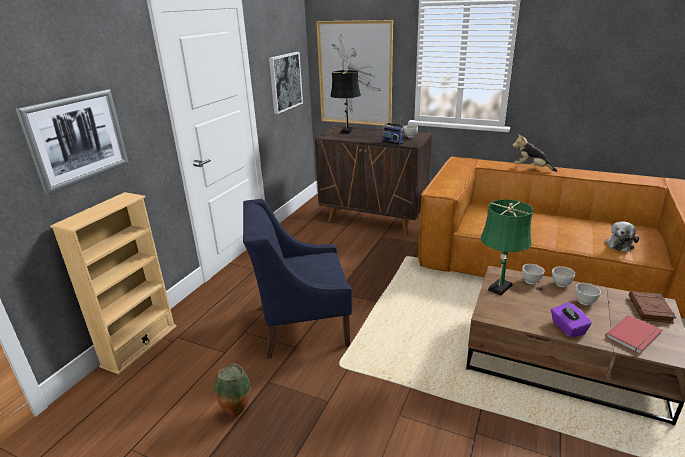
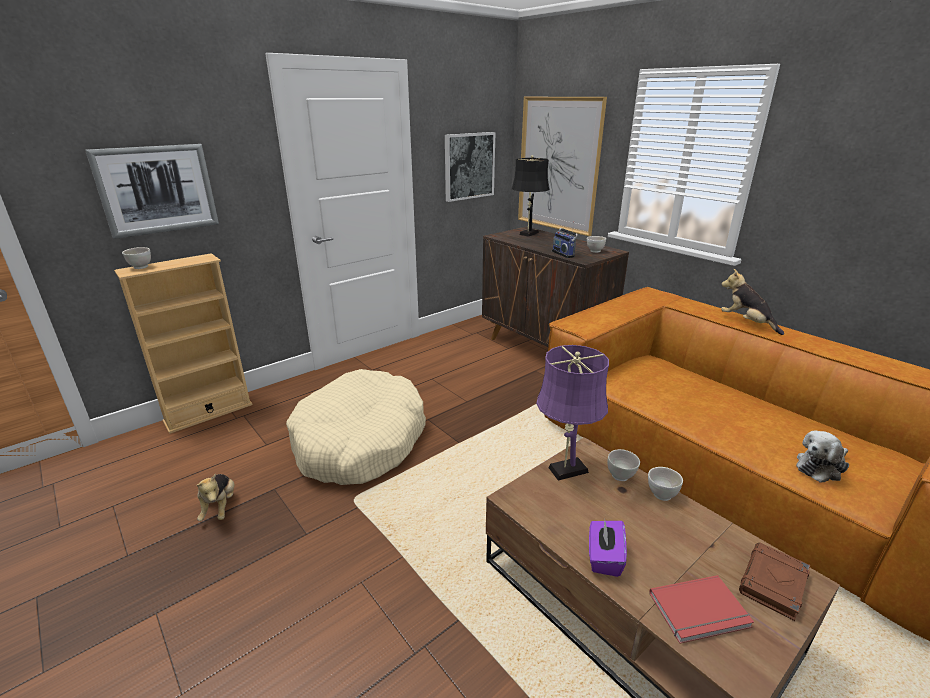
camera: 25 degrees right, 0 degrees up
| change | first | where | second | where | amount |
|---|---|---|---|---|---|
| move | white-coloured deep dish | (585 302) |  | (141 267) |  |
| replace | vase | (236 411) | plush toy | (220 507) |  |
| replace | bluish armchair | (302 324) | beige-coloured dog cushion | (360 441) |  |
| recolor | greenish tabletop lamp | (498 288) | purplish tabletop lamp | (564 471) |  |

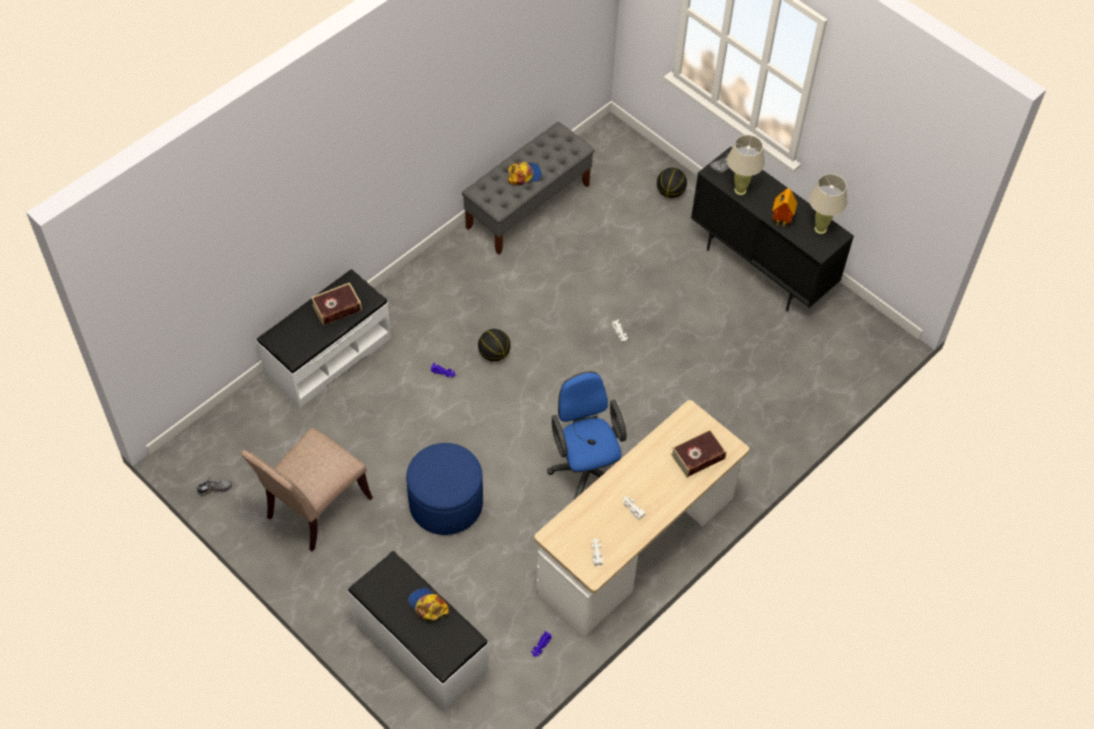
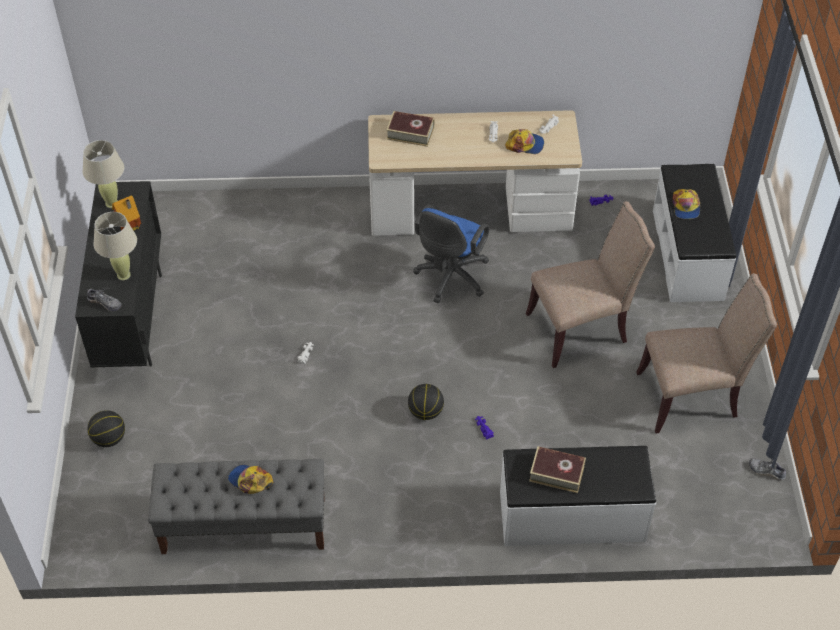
camera: 135 degrees left, 5 degrees down
| change | first | where | second | where | amount |
|---|---|---|---|---|---|
| insert |  |  | baseball cap | (525 144) |  |
| replace | bluish ottoman | (446 503) | beige-coloured plain chair | (581 328) |  |

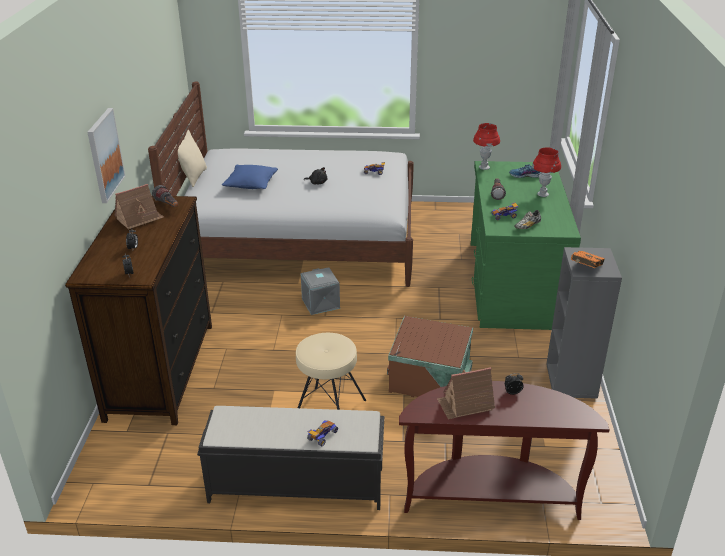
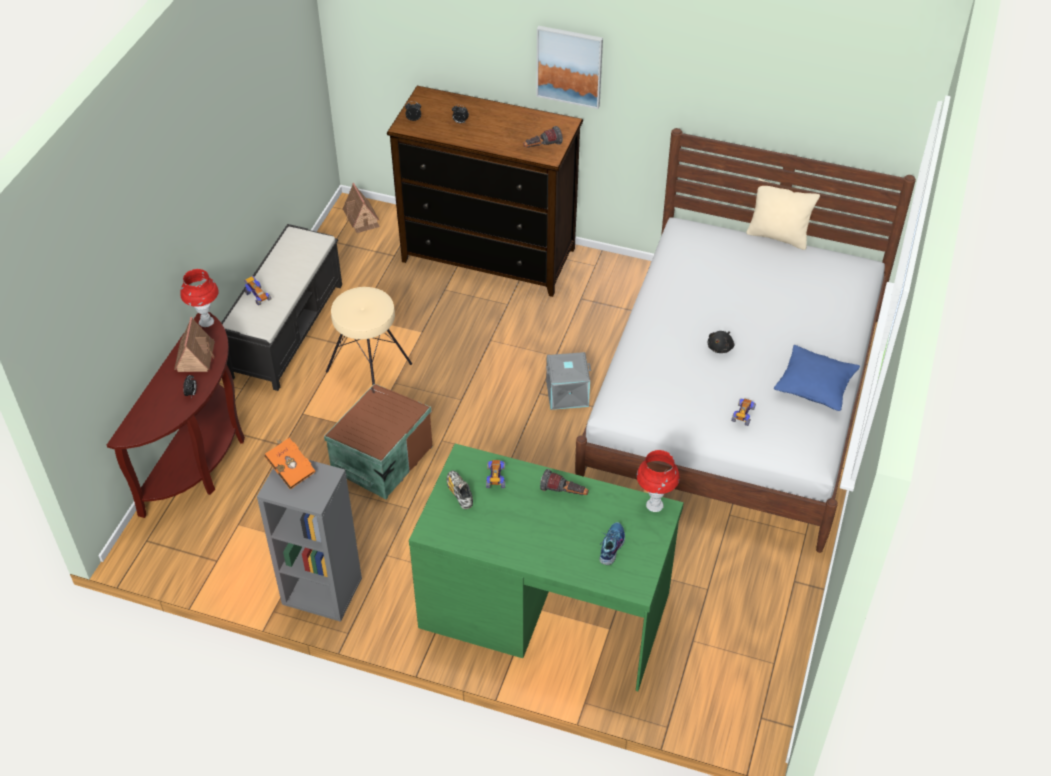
camera: 105 degrees right, 15 degrees up
| change | first | where | second | where | amount |
|---|---|---|---|---|---|
| move | miniature house | (139 219) |  | (362 218) |  |
| move | bluish throw pillow | (251 184) |  | (815 385) |  |
| move | red tabletop lamp | (542 194) |  | (206 322) |  |

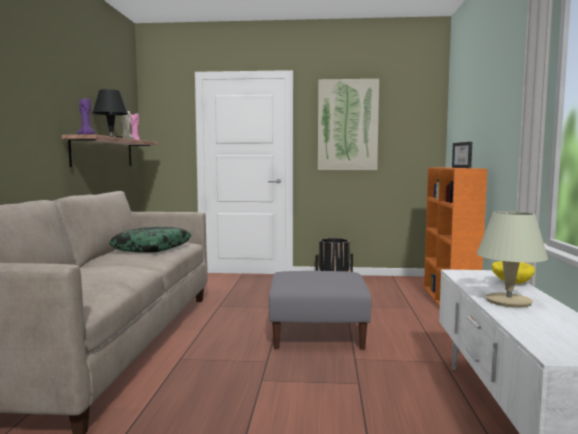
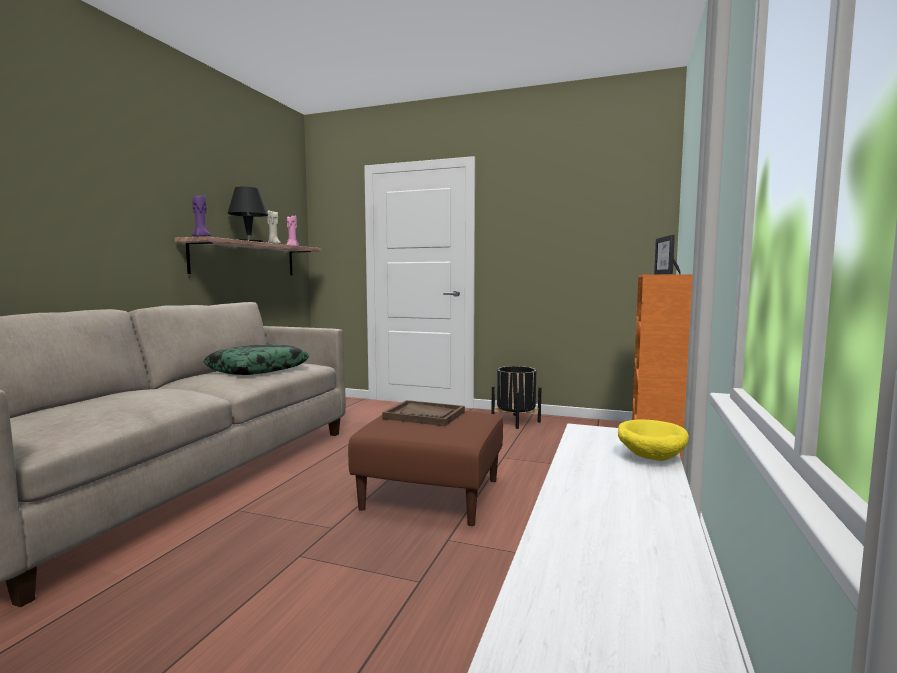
camera: 15 degrees right, 0 degrees up
| change | first | where | second | where | amount |
|---|---|---|---|---|---|
| delete | wall picture | (347 125) |  |  |  |
| delete | beige-coloured tabletop lamp | (509 301) |  |  |  |
| insert |  |  | brown-coloured carrying tray | (424 415) |  |
| recolor | grey ottoman | (318 333) | brown-coloured ottoman | (432 494) |  |

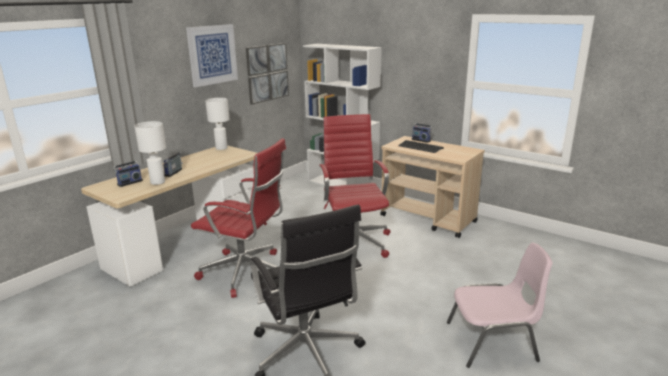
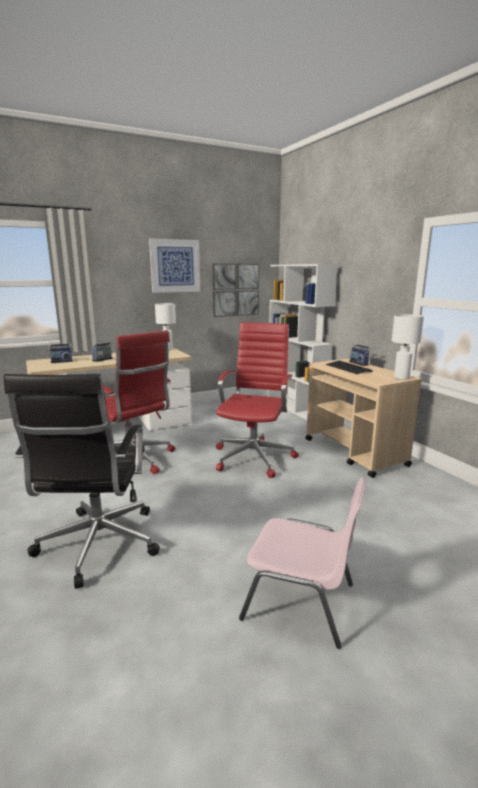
camera: 25 degrees right, 5 degrees down
| change | first | where | second | where | amount |
|---|---|---|---|---|---|
| move | white-coloured tabletop lamp | (157 182) |  | (401 378) |  |

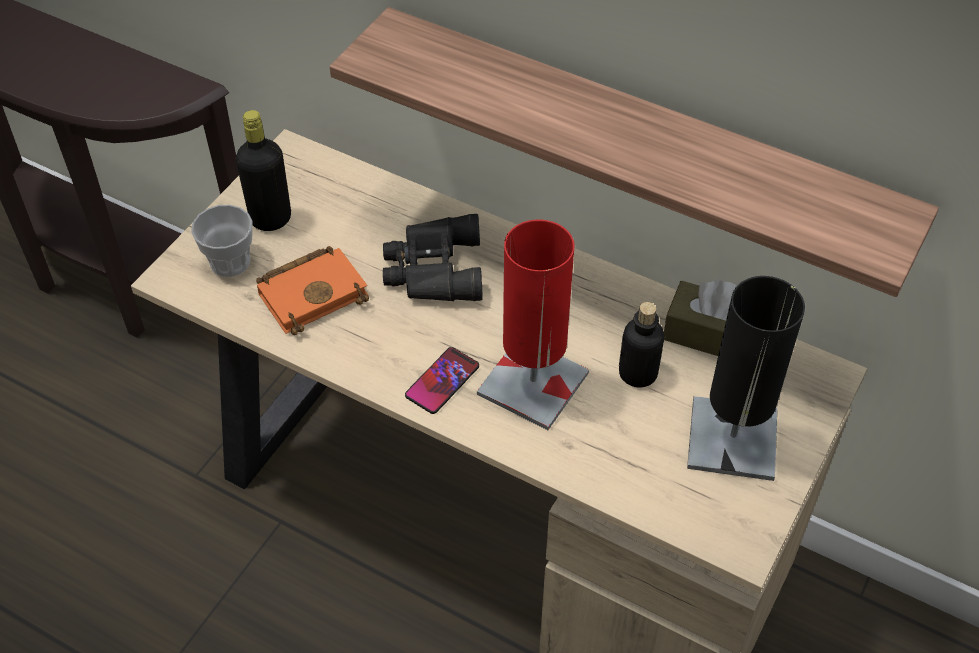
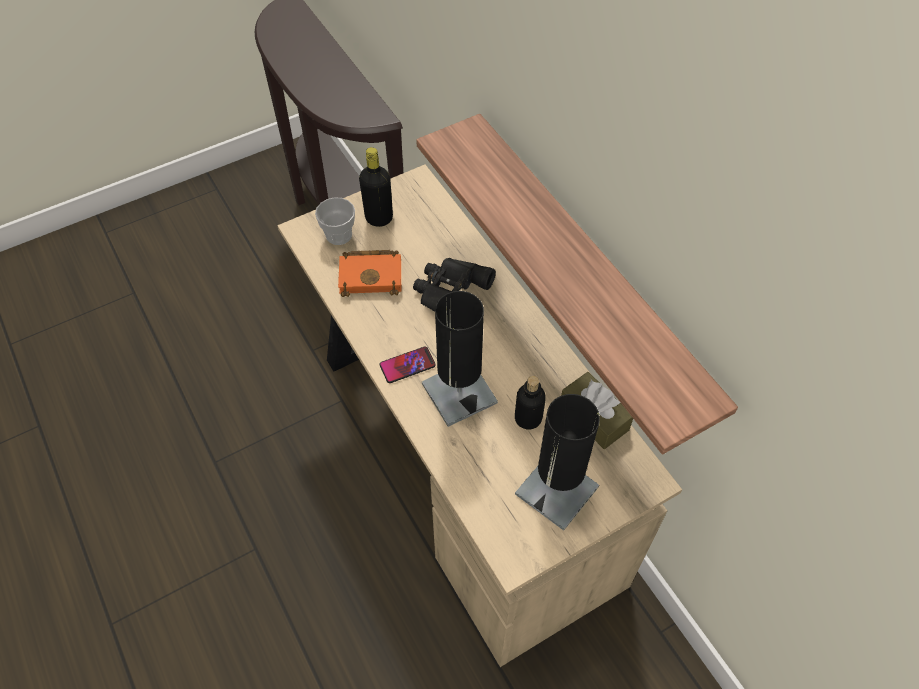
camera: 30 degrees right, 5 degrees up
| change | first | where | second | where | amount |
|---|---|---|---|---|---|
| recolor | red tabletop lamp | (533 383) | black tabletop lamp | (459 393) |  |

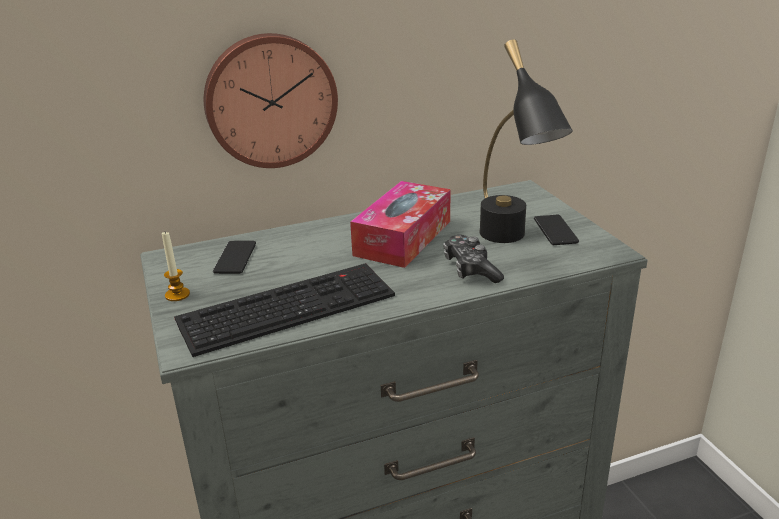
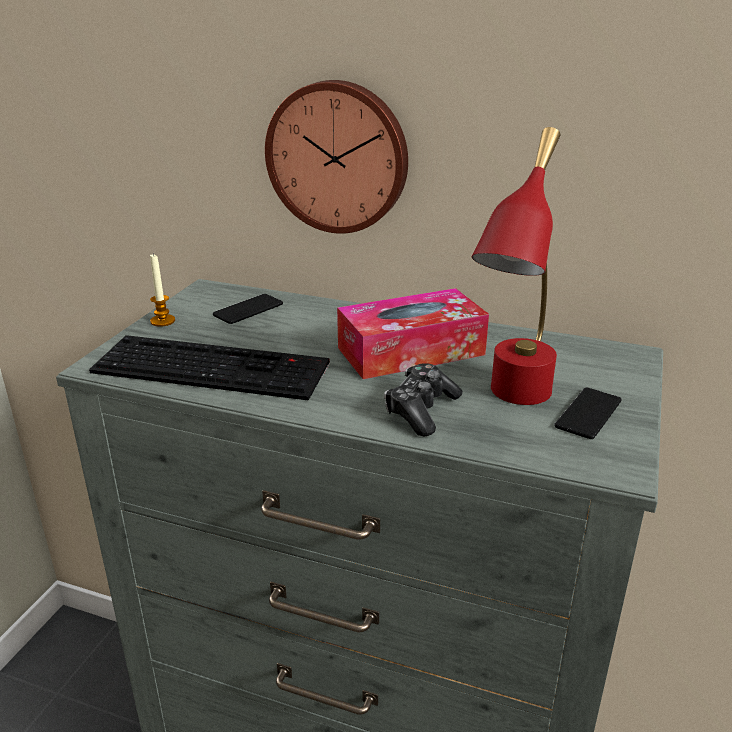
camera: 40 degrees right, 0 degrees up
| change | first | where | second | where | amount |
|---|---|---|---|---|---|
| recolor | black tabletop lamp | (511 242) | red tabletop lamp | (512 403) |  |

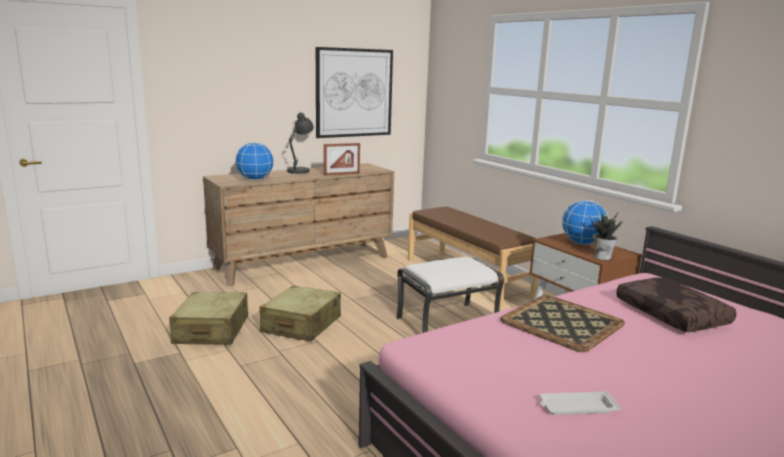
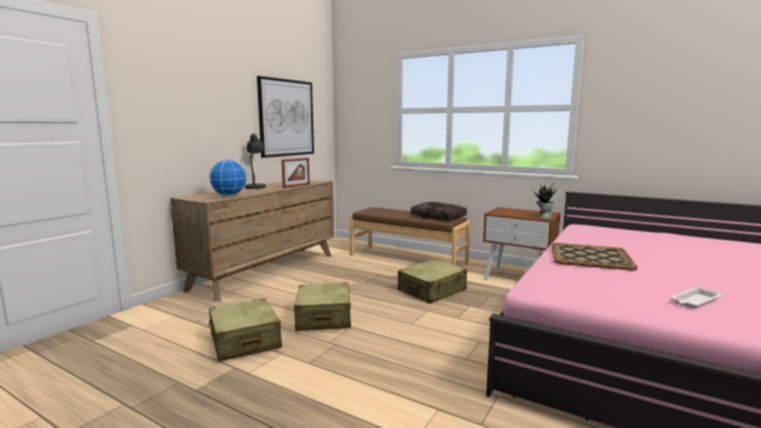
camera: 25 degrees left, 5 degrees down
| change | first | where | second | where | amount |
|---|---|---|---|---|---|
| delete | globe | (582 243) |  |  |  |
| move | brown-coloured throw pillow | (673 314) |  | (439 217) |  |
| replace | white-coloured ottoman | (447 321) | beige-coloured travel case | (432 290) |  |

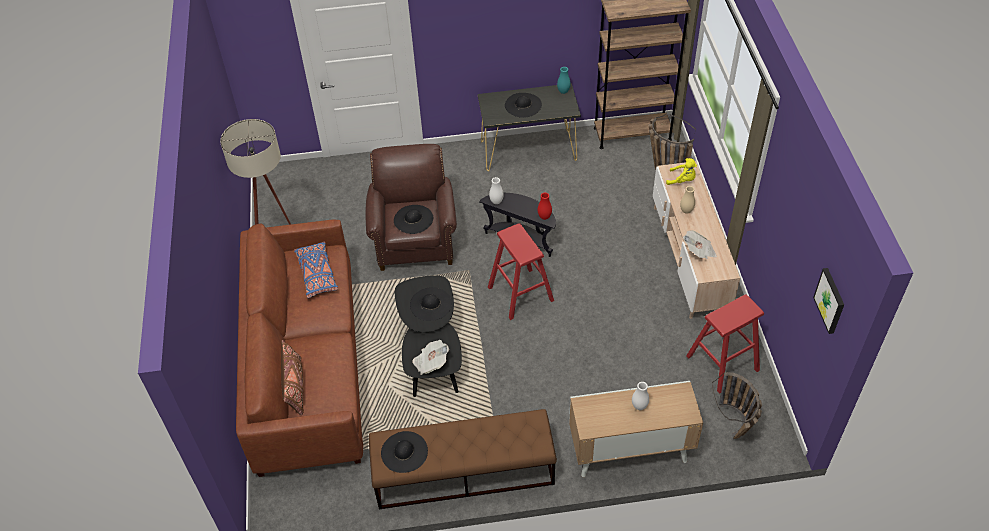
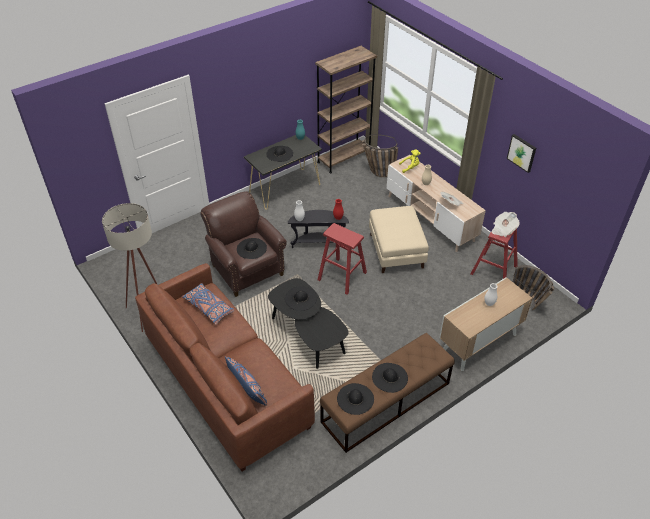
camera: 30 degrees left, 5 degrees down
| change | first | where | second | where | amount |
|---|---|---|---|---|---|
| insert |  |  | beige-coloured ottoman | (395 251) |  |
| insert |  |  | black wearable hat | (389 377) |  |
| move | newspaper | (431 363) |  | (503 229) |  |
| move | wall picture | (830 300) |  | (522 152) |  |
| recolor | brown-coloured throw pillow | (295 387) | bluish throw pillow | (247 388) |  |

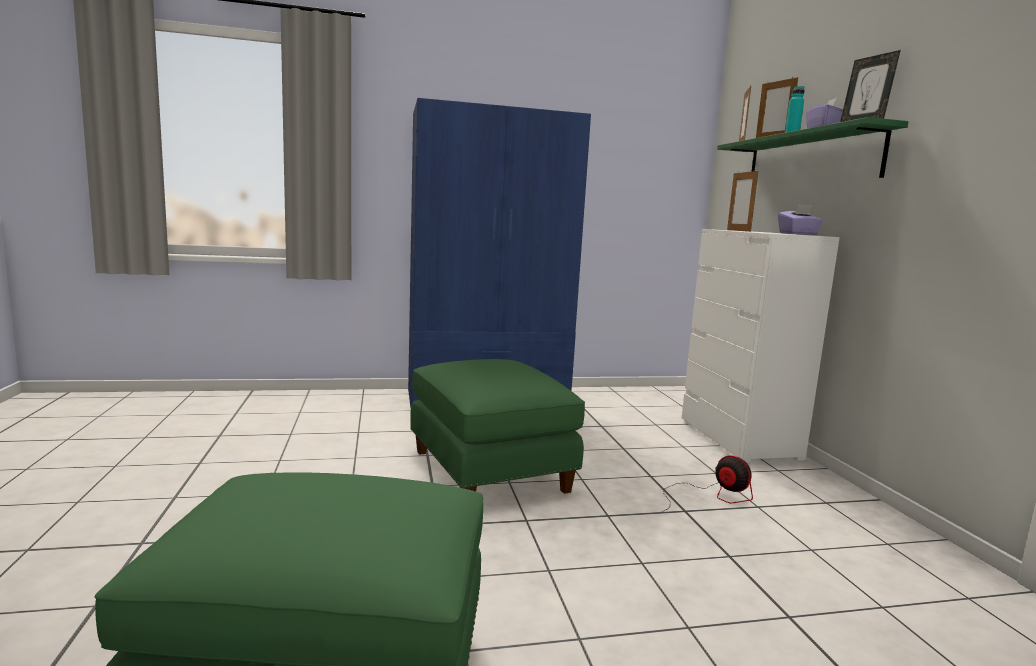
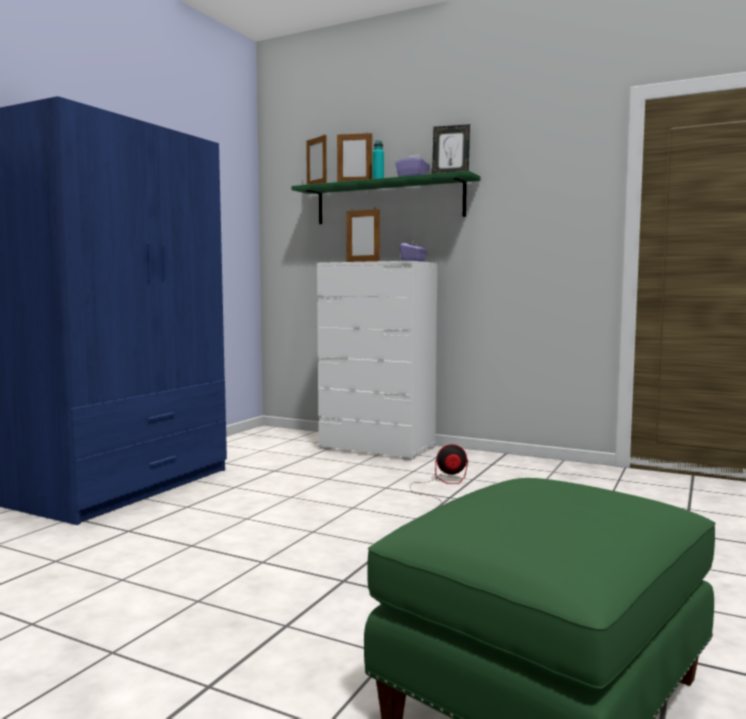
camera: 50 degrees left, 5 degrees down
| change | first | where | second | where | amount |
|---|---|---|---|---|---|
| delete | greenish ottoman | (491 471) |  |  |  |

